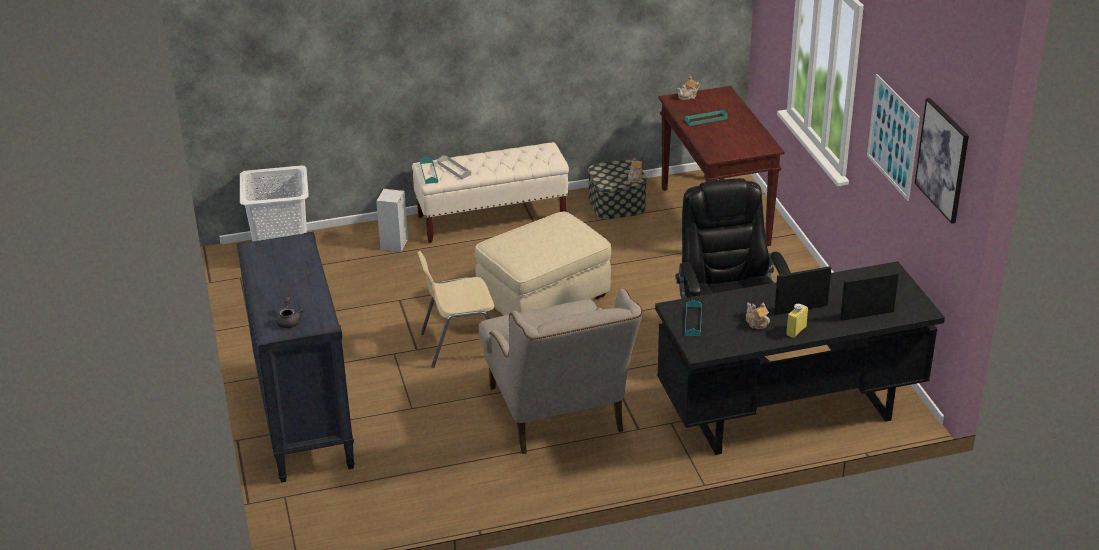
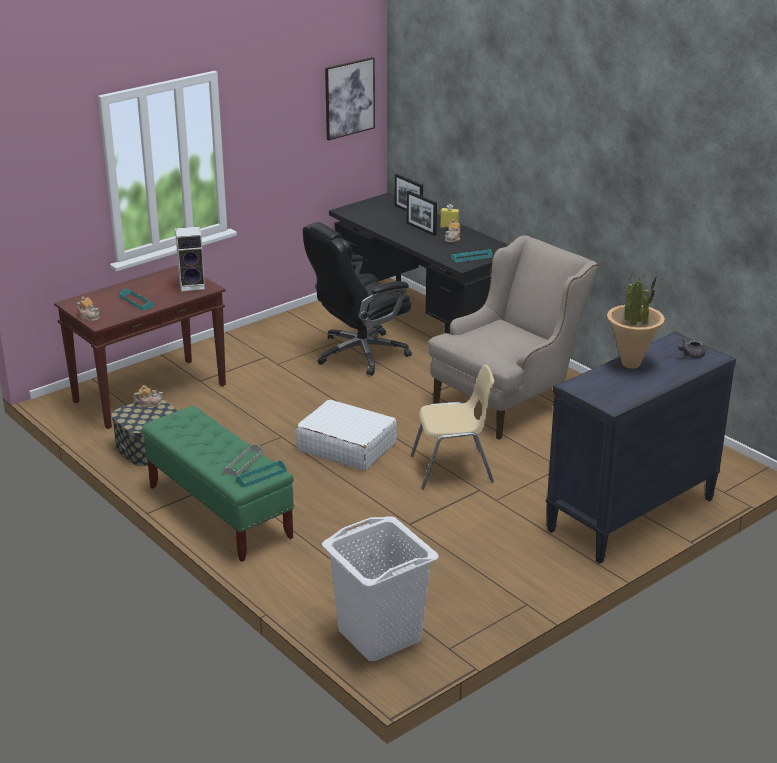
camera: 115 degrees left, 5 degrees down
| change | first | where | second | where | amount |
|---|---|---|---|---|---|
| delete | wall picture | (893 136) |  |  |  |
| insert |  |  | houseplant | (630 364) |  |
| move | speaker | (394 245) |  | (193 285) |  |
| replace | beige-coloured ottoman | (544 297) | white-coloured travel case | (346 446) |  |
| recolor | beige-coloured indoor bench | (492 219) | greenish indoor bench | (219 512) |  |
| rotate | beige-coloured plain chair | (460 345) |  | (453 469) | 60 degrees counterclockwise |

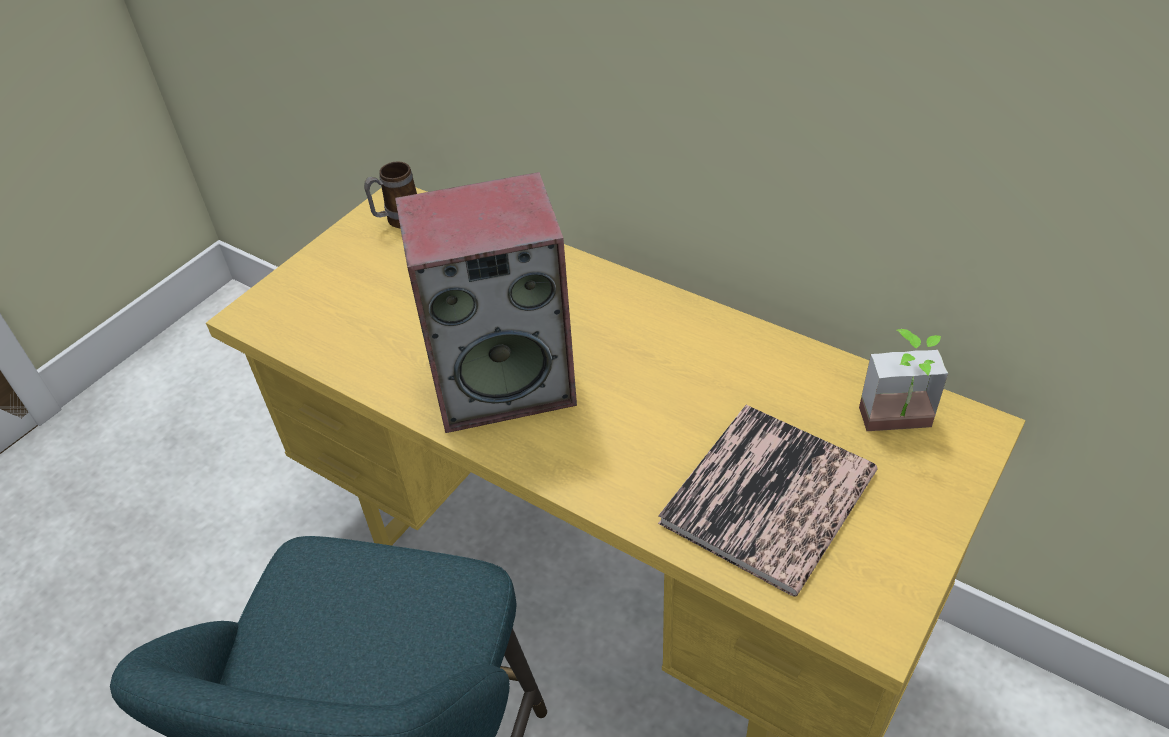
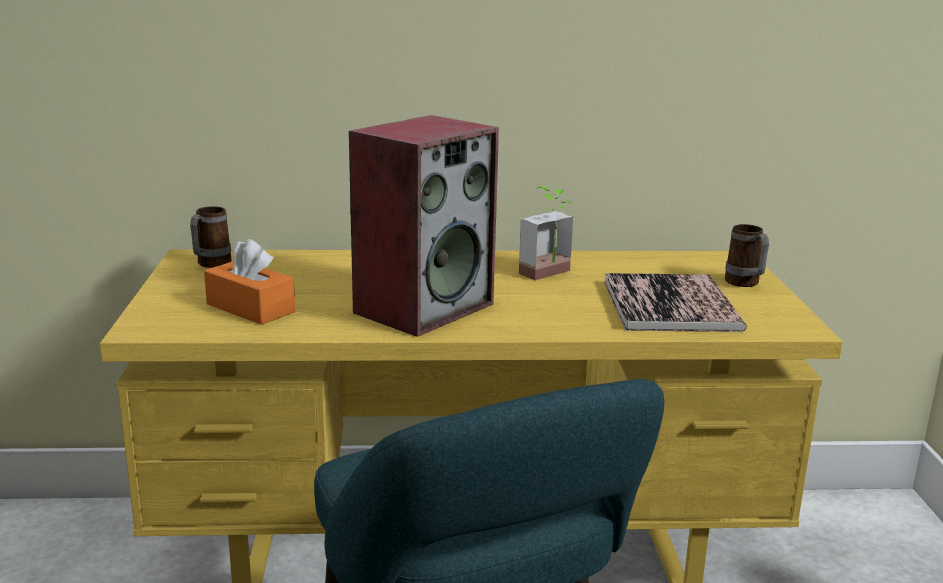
camera: 40 degrees left, 25 degrees down
| change | first | where | second | where | amount |
|---|---|---|---|---|---|
| insert |  |  | orange-coloured box of tissues | (250 308) |  |
| insert |  |  | coffee mug | (745 284) |  |
| move | houseplant | (898 427) |  | (551 275) |  |

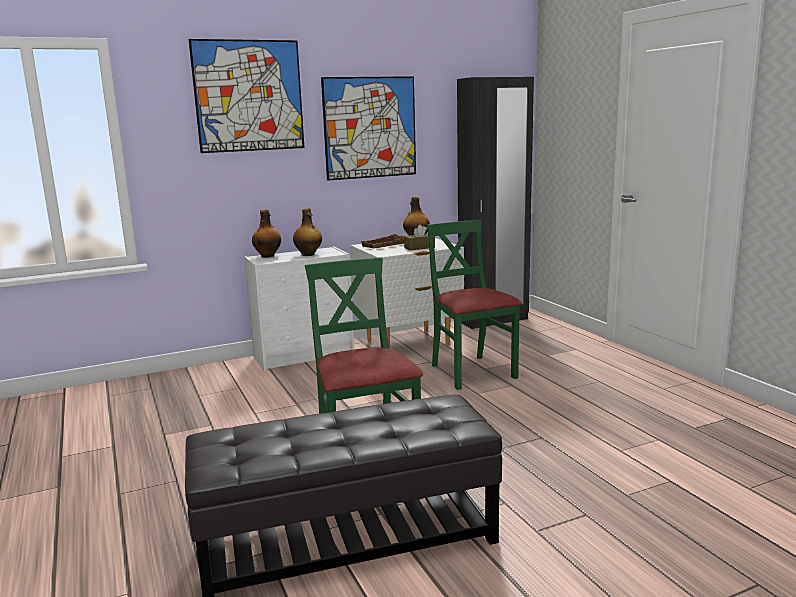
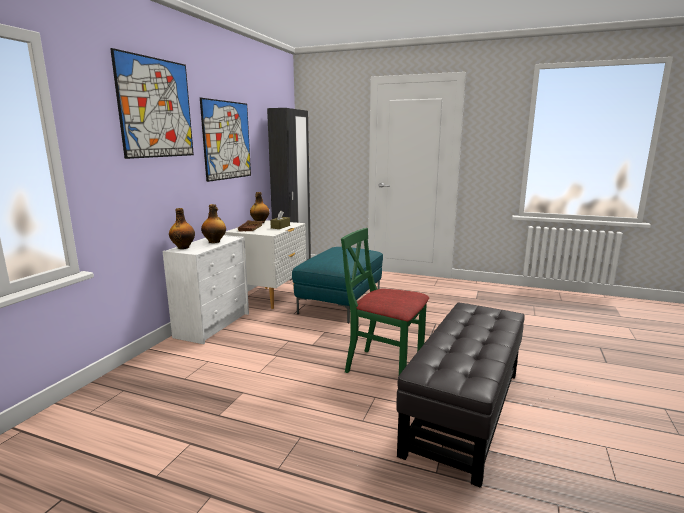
camera: 45 degrees left, 0 degrees up
| change | first | where | second | where | amount |
|---|---|---|---|---|---|
| replace | greenish plain chair | (472 372) | turquoise ottoman | (339 303) |  |

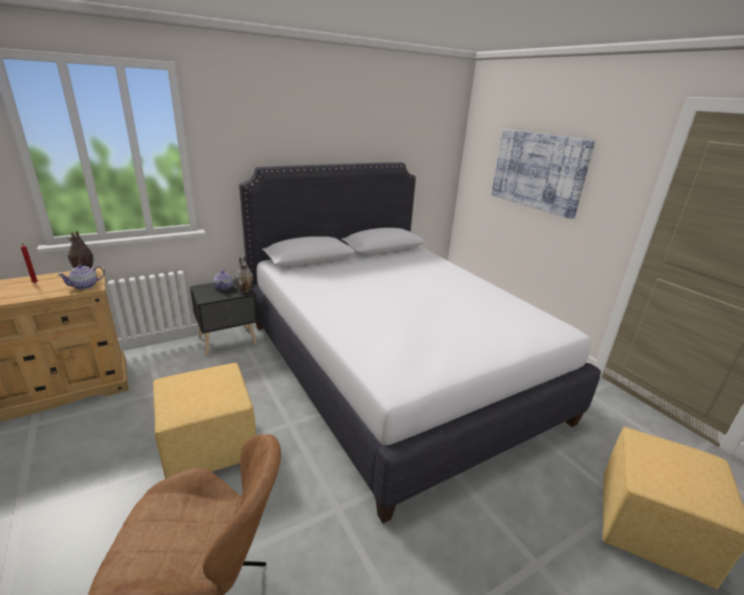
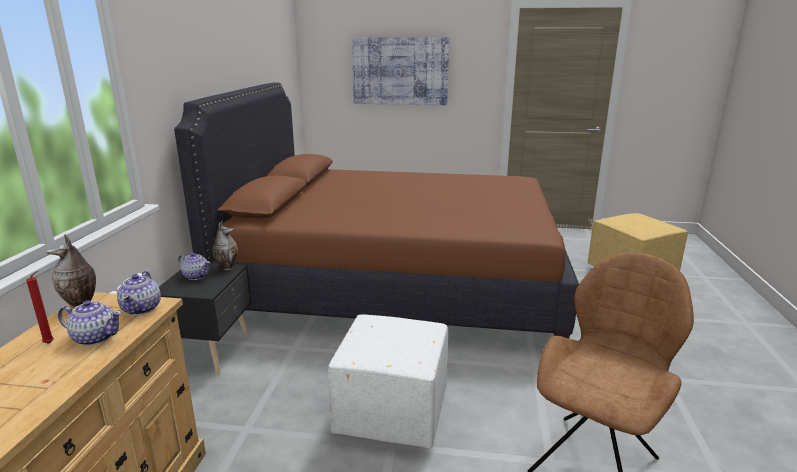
camera: 50 degrees left, 5 degrees down
| change | first | where | second | where | amount |
|---|---|---|---|---|---|
| insert |  |  | pot for tea | (95 337) |  |
| recolor | yellowish ottoman | (209 445) | white-coloured ottoman | (390 412) |  |
| recolor | white-coloured bedroom bed | (392 368) | brown-coloured bedroom bed | (397 284) |  |

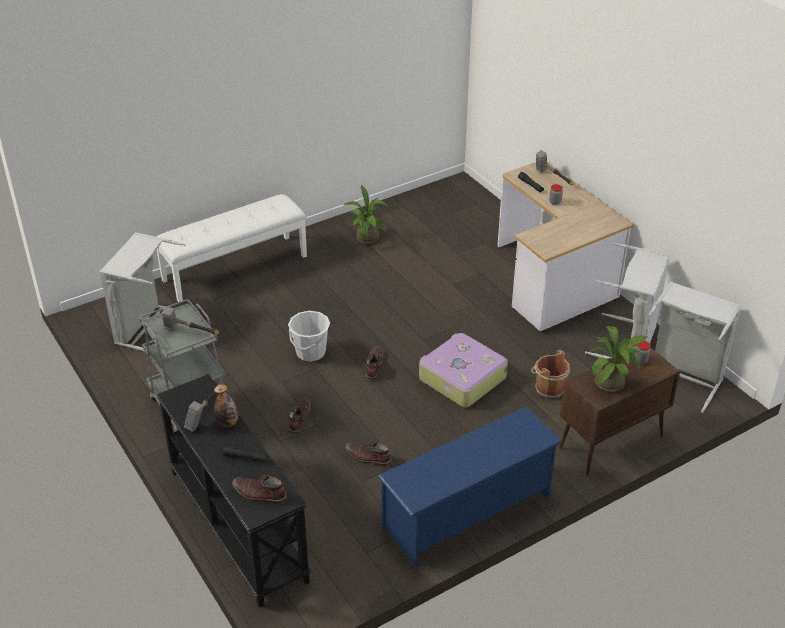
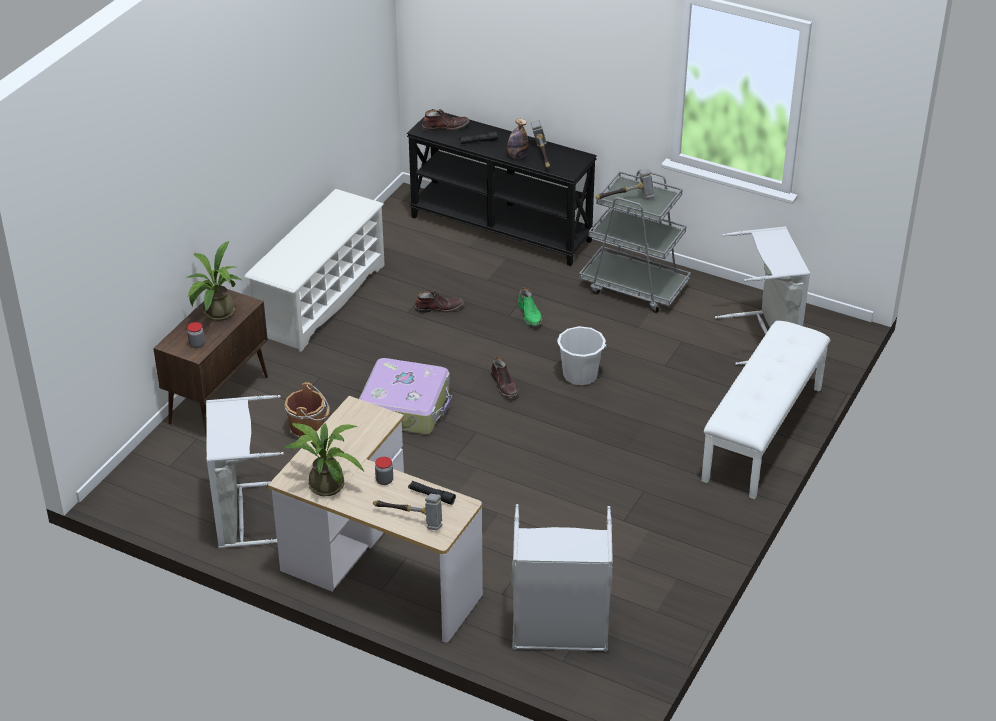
camera: 150 degrees right, 0 degrees up
| change | first | where | second | where | amount |
|---|---|---|---|---|---|
| move | houseplant | (367 240) |  | (324 483) |  |
| move | grey washing basket | (682 378) |  | (560 631) |  |
| recolor | brown-coloured high-top boot | (298 418) | greenish high-top boot | (530 315) |  |
| recolor | bluish shoe shelf | (467 512) | white-coloured shoe shelf | (320 299) |  |

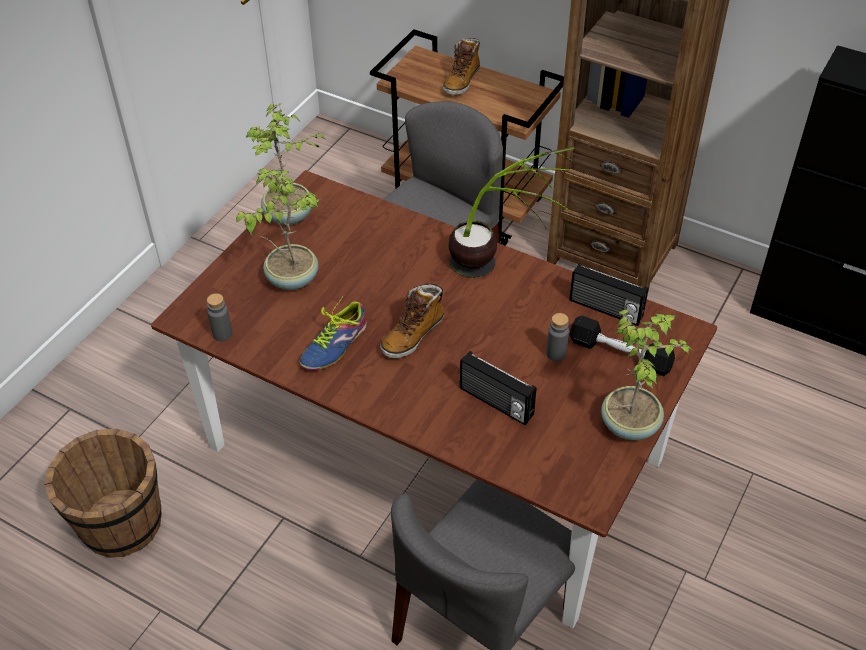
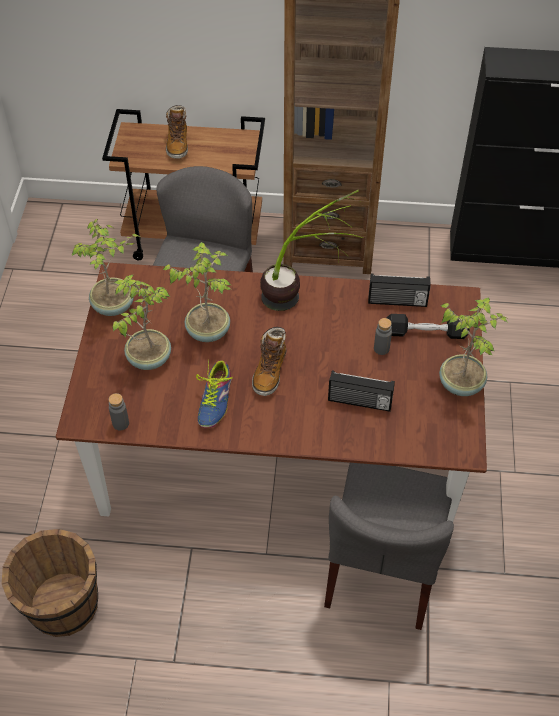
camera: 25 degrees left, 5 degrees up
| change | first | where | second | where | amount |
|---|---|---|---|---|---|
| insert |  |  | houseplant | (208 330) |  |

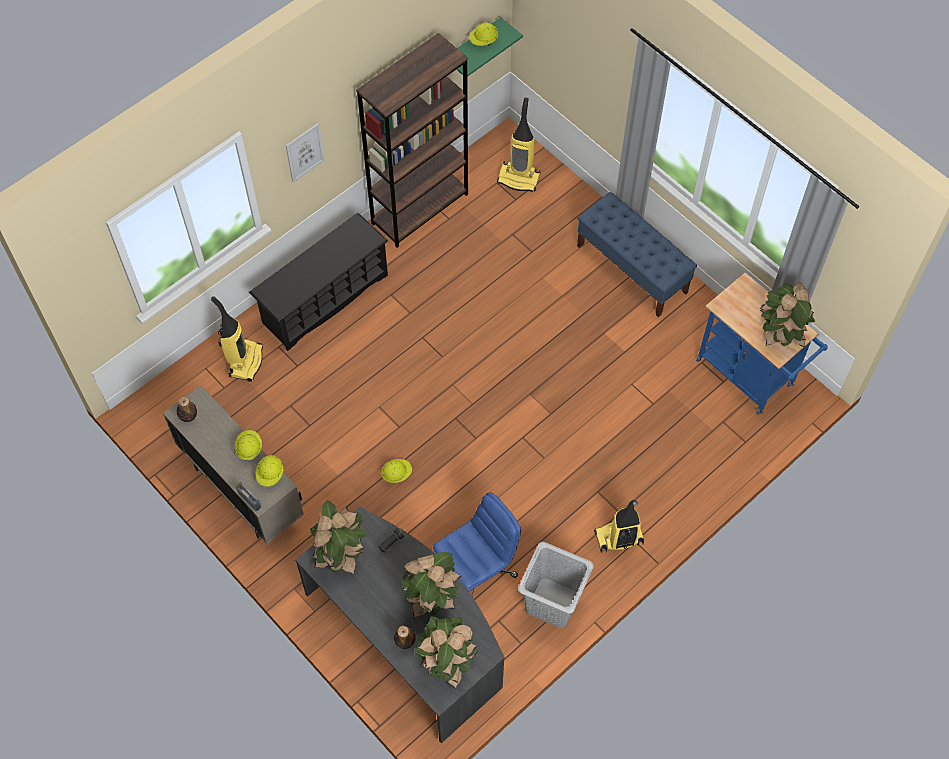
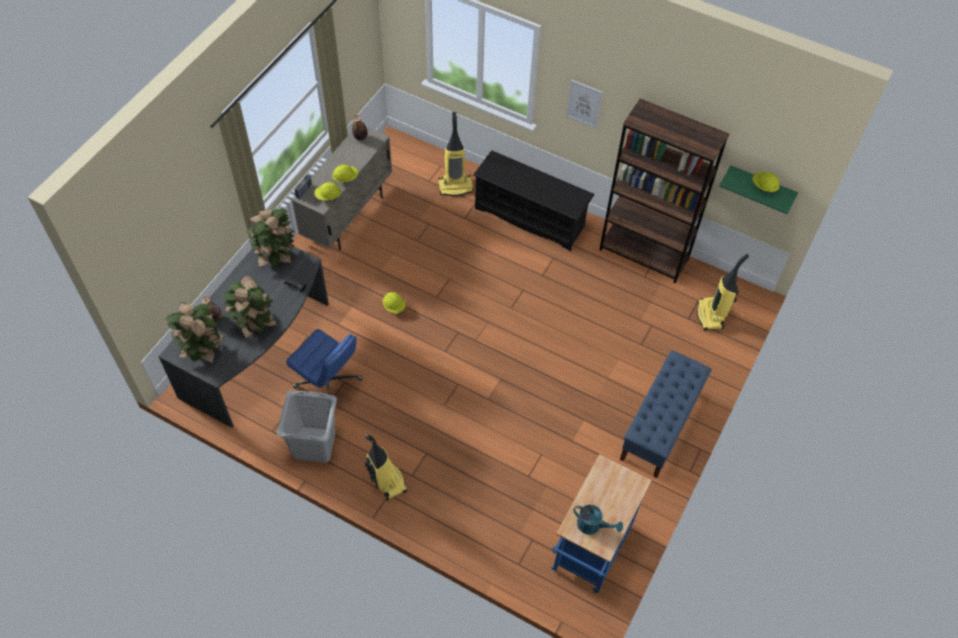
camera: 70 degrees right, 5 degrees down
| change | first | where | second | where | amount |
|---|---|---|---|---|---|
| replace | houseplant | (779 335) | turquoise watering pot | (593 526) |  |

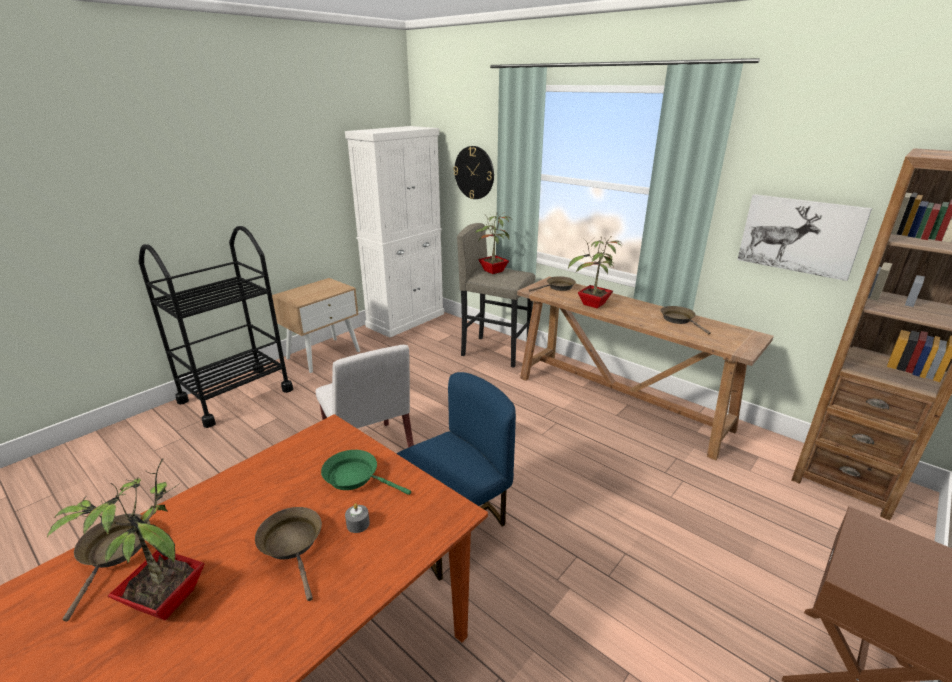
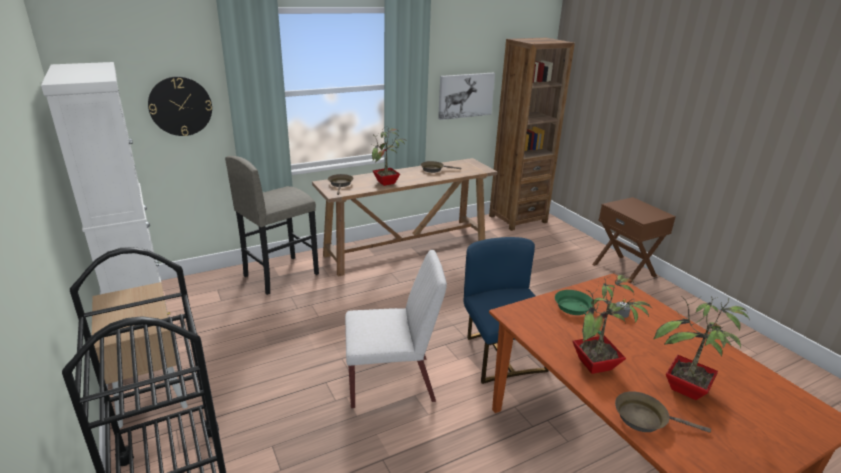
camera: 70 degrees left, 0 degrees up
| change | first | where | second | where | amount |
|---|---|---|---|---|---|
| delete | brown-coloured frying pan | (293 544) |  |  |  |
| move | houseplant | (492 271) |  | (596 367) |  |
| rotate | greenish frying pan | (355 477) |  | (575 309) | 120 degrees clockwise |

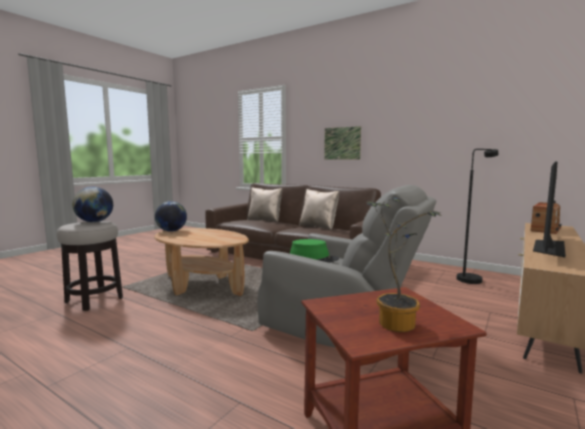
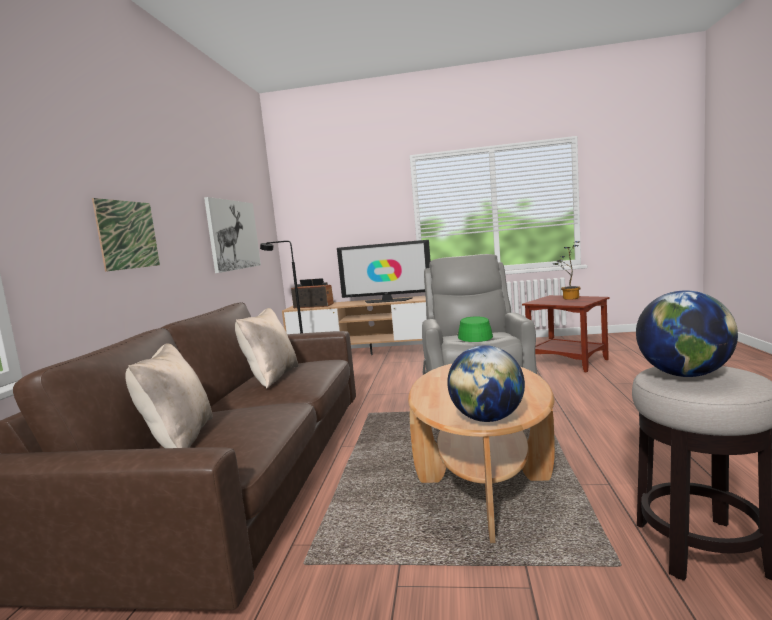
camera: 115 degrees left, 0 degrees up
| change | first | where | second | where | amount |
|---|---|---|---|---|---|
| insert |  |  | wall picture | (233 235) |  |

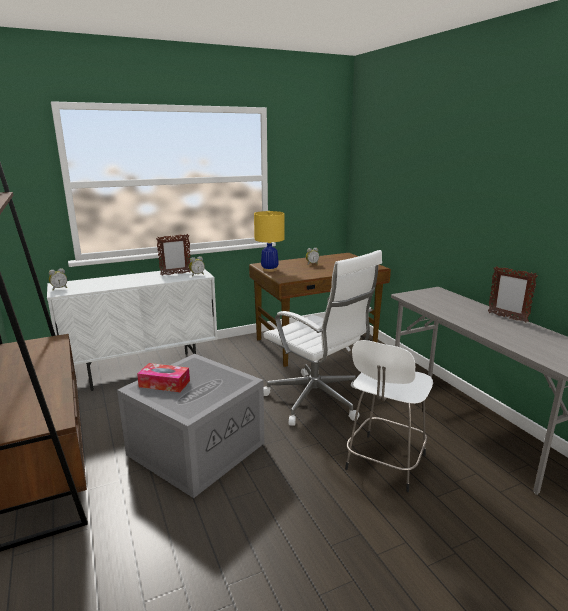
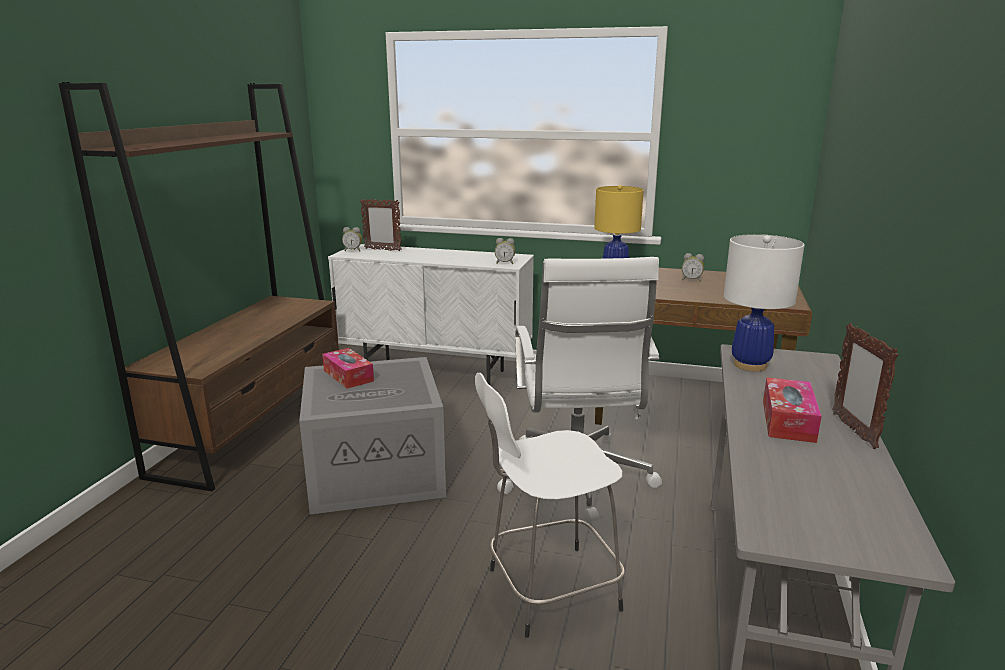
camera: 40 degrees right, 0 degrees up
| change | first | where | second | where | amount |
|---|---|---|---|---|---|
| insert |  |  | white-coloured tabletop lamp | (750 365) |  |
| insert |  |  | box of tissues | (788 421) |  |
| move | photo frame | (175 274) |  | (382 250) |  |

